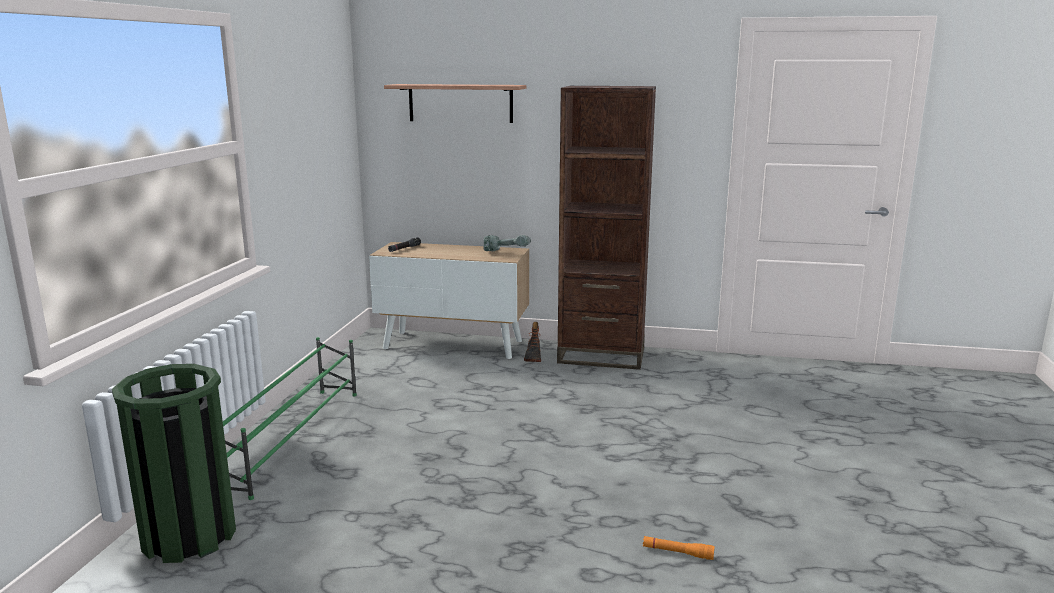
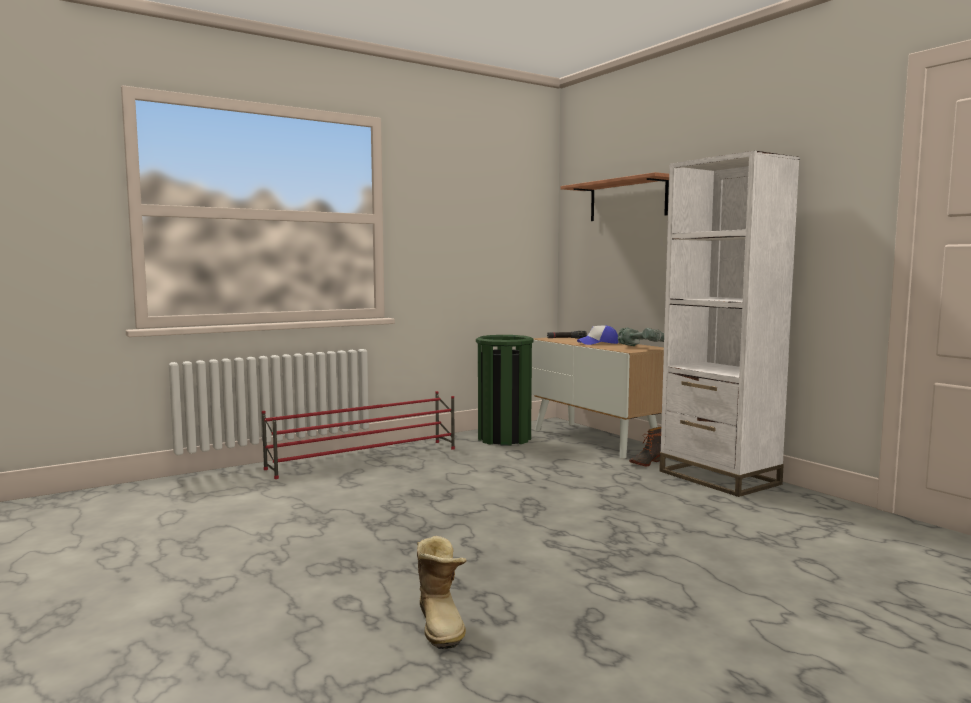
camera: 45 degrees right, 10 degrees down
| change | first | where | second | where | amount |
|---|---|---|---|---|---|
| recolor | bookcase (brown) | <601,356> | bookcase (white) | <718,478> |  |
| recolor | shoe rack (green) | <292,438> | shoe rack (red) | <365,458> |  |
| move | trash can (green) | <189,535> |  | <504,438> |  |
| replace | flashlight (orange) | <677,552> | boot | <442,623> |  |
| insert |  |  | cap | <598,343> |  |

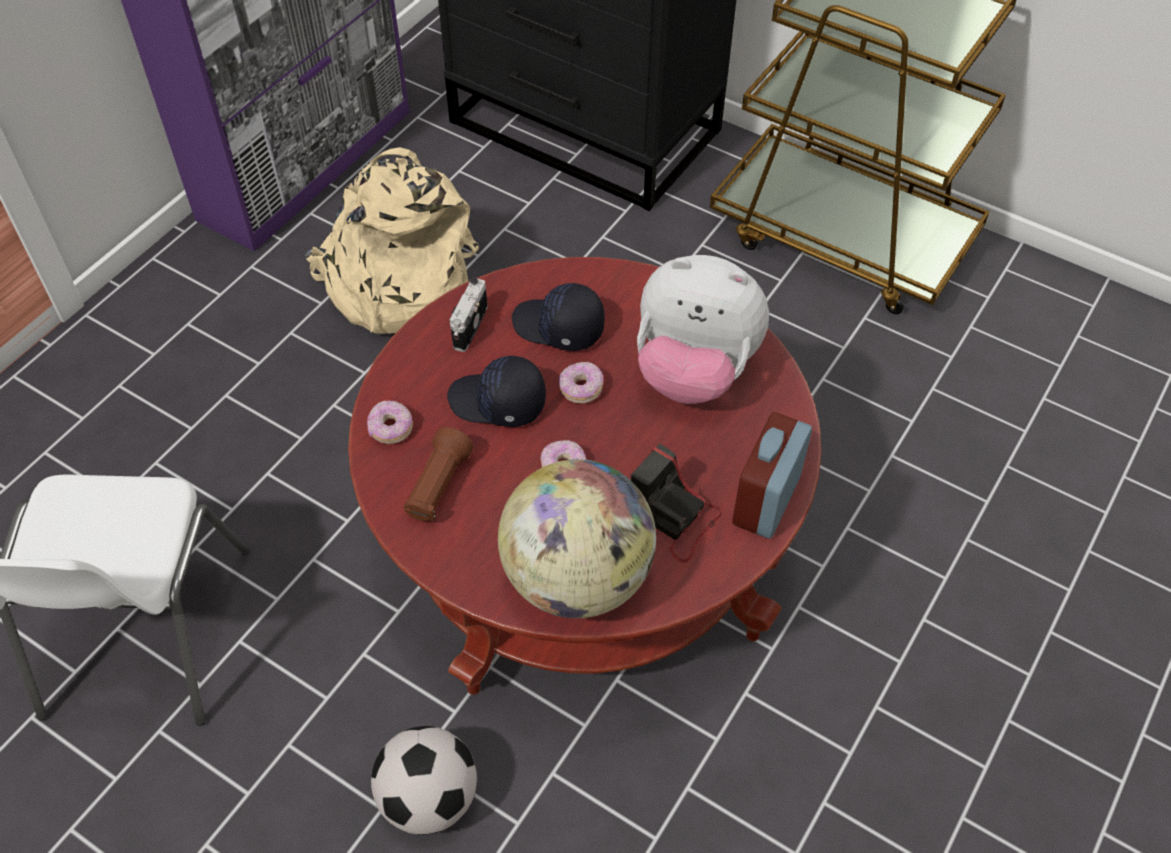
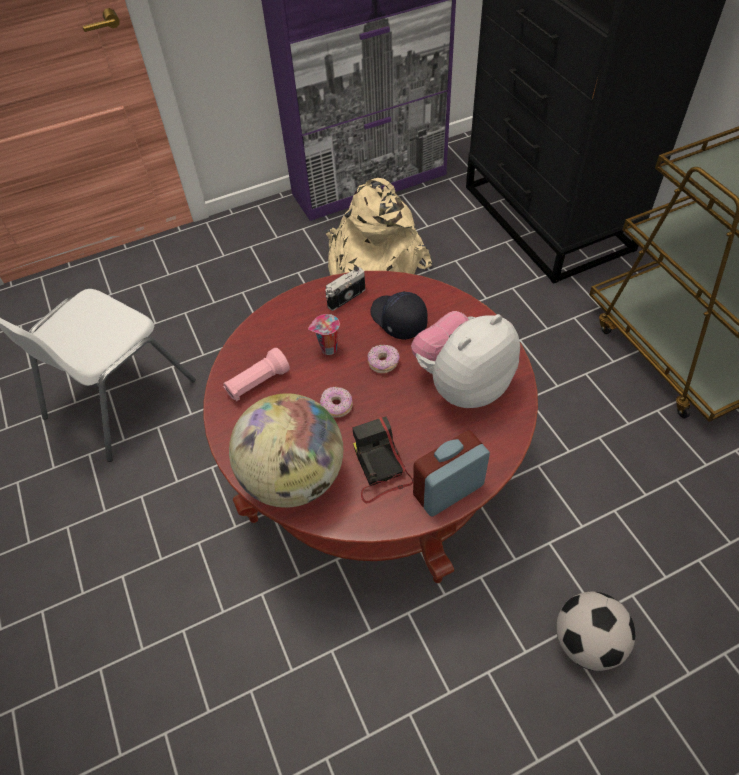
camera: 35 degrees right, 0 degrees up
| change | first | where | second | where | amount |
|---|---|---|---|---|---|
| rotate | plush toy | <694,372> |  | <462,384> | 90 degrees clockwise |
| replace | cap (black) | <497,403> | cup | <328,349> |  |
| delete | donut | <390,429> |  |  |  |
| recolor | flashlight (brown) | <438,487> | flashlight (pink) | <257,383> |  |
| move | football | <429,798> |  | <587,641> |  |

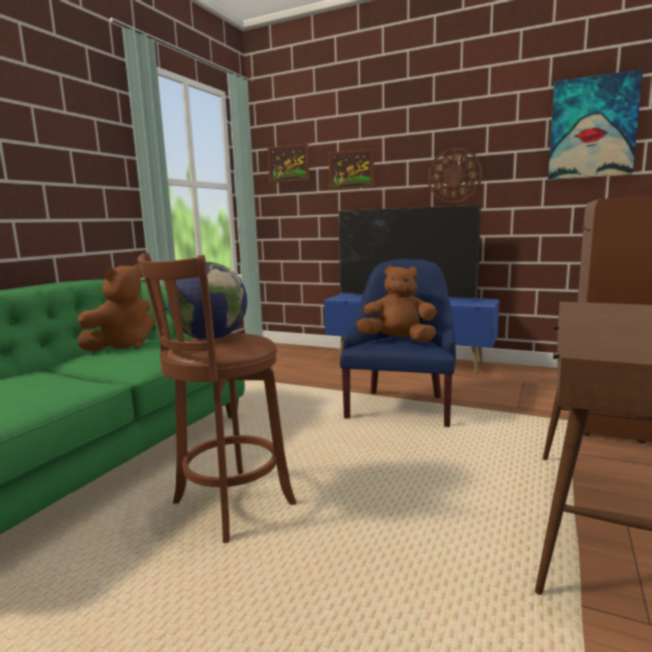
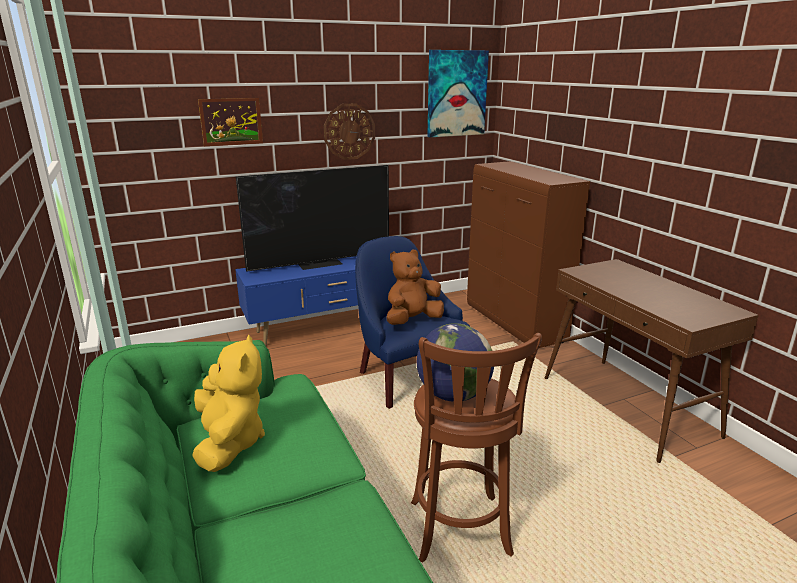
camera: 50 degrees left, 10 degrees up
| change | first | where | second | where | amount |
|---|---|---|---|---|---|
| delete | picture | <288,163> |  |  |  |
| recolor | plush toy (brown) | <123,346> | plush toy (yellow) | <229,442> |  |

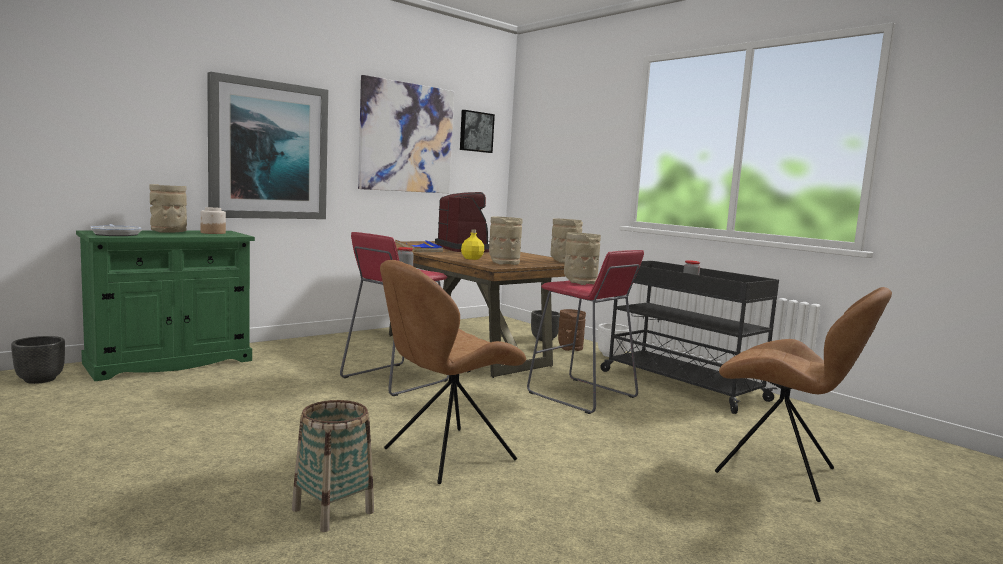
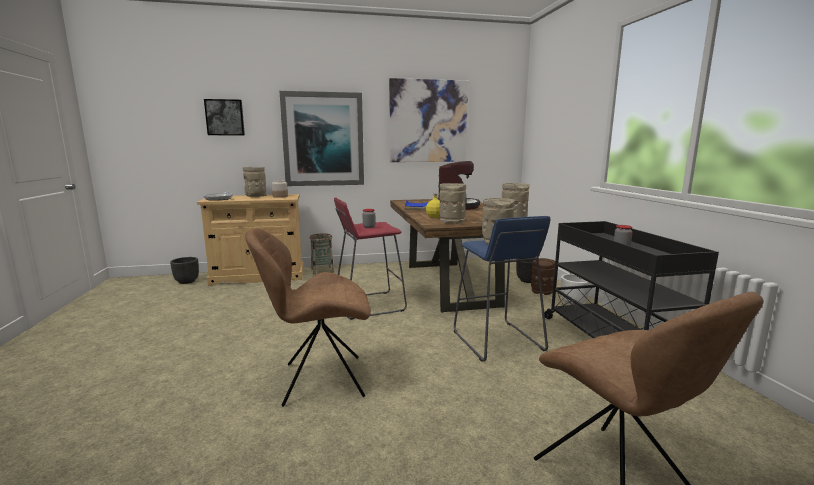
camera: 30 degrees right, 5 degrees up
| change | first | where | second | where | amount |
|---|---|---|---|---|---|
| move | picture | <475,131> |  | <225,117> |  |
| recolor | cabinet (green) | <170,362> | cabinet (beige) | <258,276> |  |
| recolor | stool (red) | <582,395> | stool (blue) | <496,341> |  |
| move | basket | <332,511> |  | <322,270> |  |

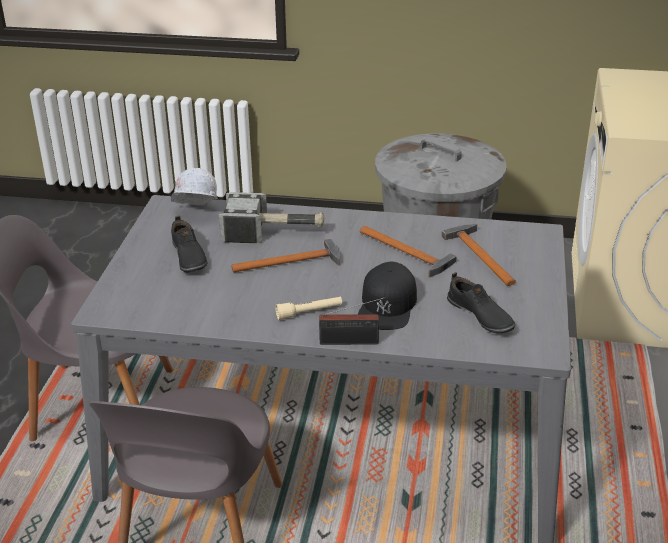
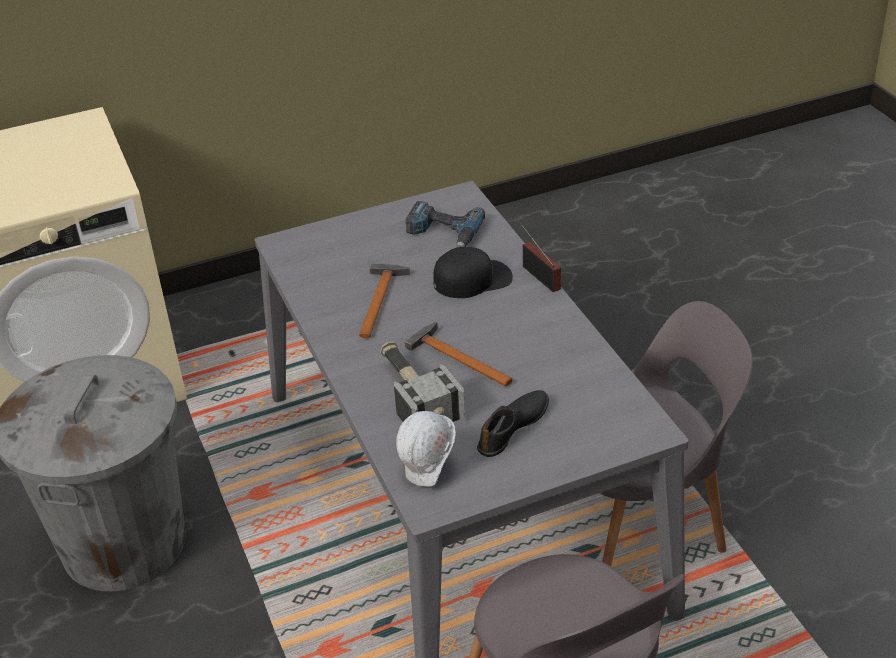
camera: 120 degrees left, 5 degrees up
| change | first | where | second | where | amount |
|---|---|---|---|---|---|
| delete | hammer | <480,255> |  |  |  |
| replace | shoe (black) | <480,316> | power drill | <443,233> |  |
| delete | flashlight (beige) | <309,312> |  |  |  |

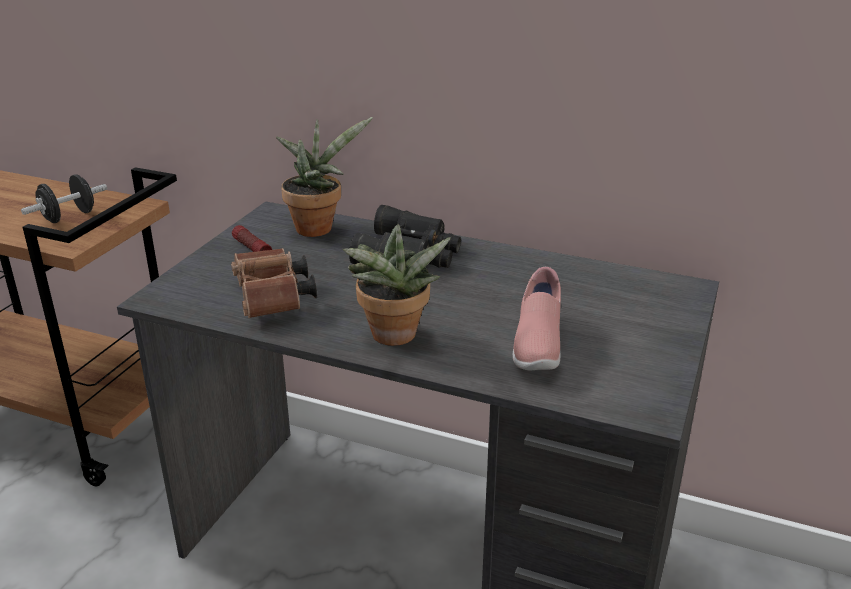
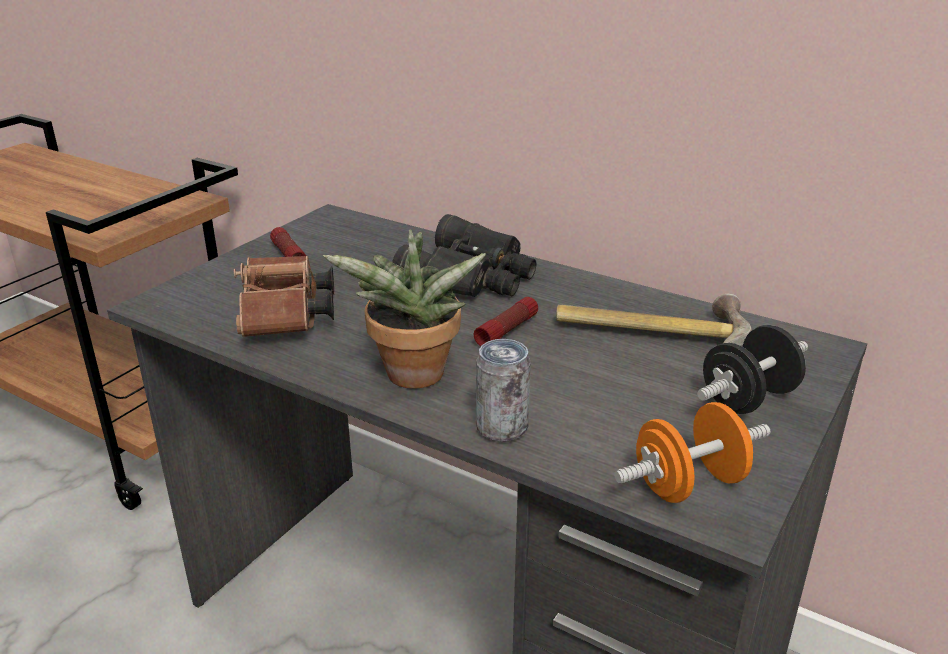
camera: 10 degrees right, 0 degrees up
| change | first | where | second | where | amount |
|---|---|---|---|---|---|
| delete | potted plant | <318,227> |  |  |  |
| move | dumbbell (black) | <69,217> |  | <748,399> |  |
| delete | shoe (pink) | <536,345> |  |  |  |
| insert |  |  | hammer | <651,330> |  |
| insert |  |  | flashlight | <507,330> |  |
| insert |  |  | can | <502,428> |  |
| insert |  |  | dumbbell (orange) | <688,484> |  |

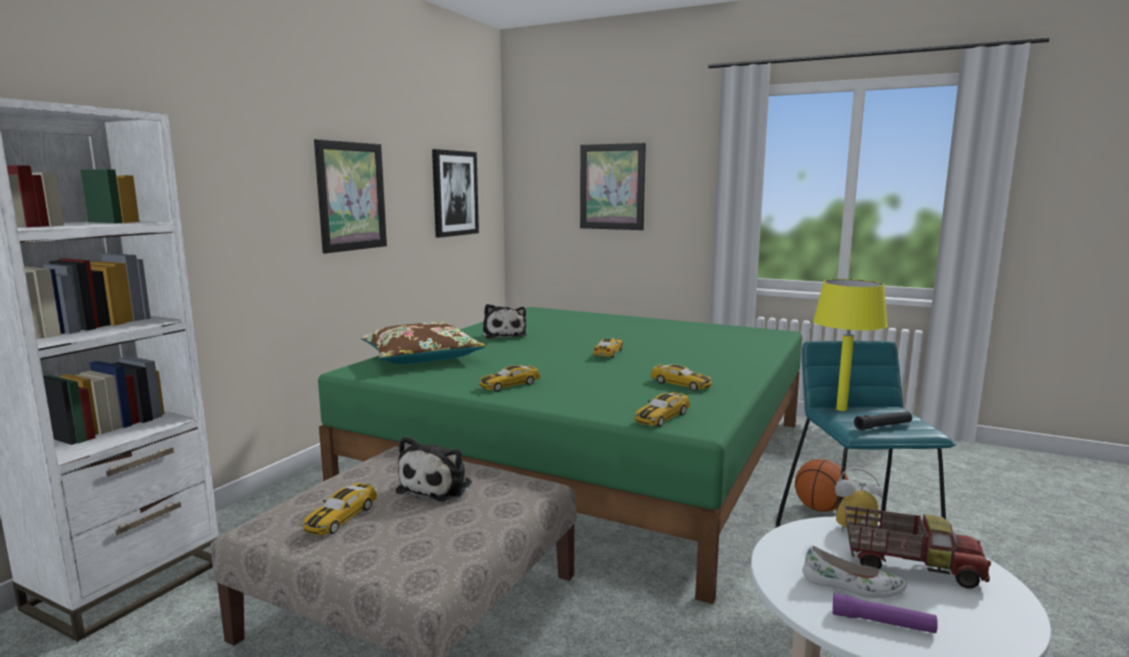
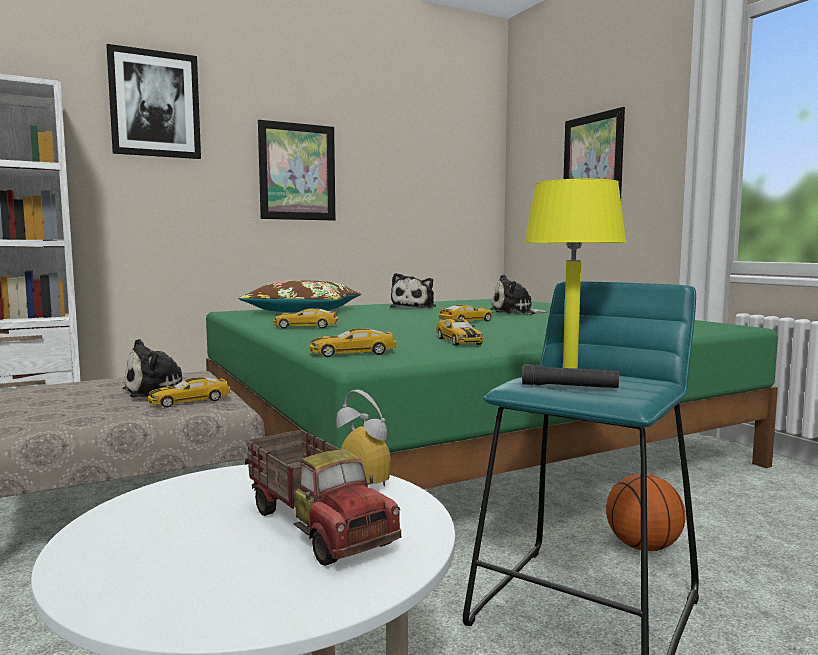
camera: 35 degrees right, 5 degrees down
| change | first | where | second | where | amount |
|---|---|---|---|---|---|
| move | picture | <454,193> |  | <155,104> |  |
| move | toy car | <340,517> |  | <189,401> |  |
| delete | shoe (white) | <852,586> |  |  |  |
| delete | flashlight (purple) | <882,622> |  |  |  |
| insert |  |  | plush toy | <515,312> |  |

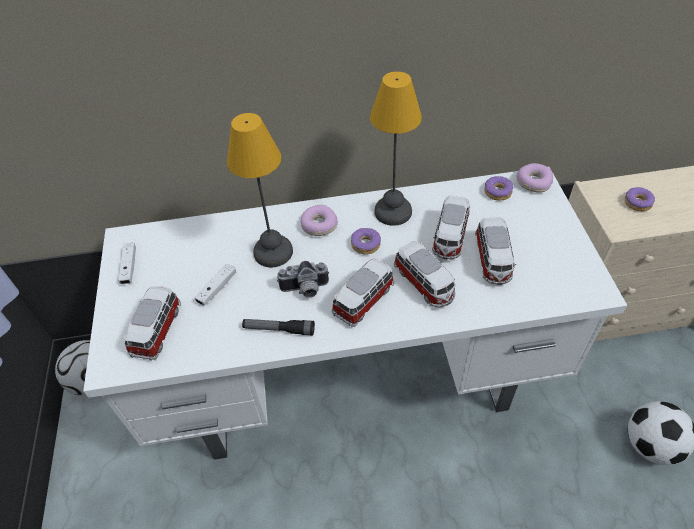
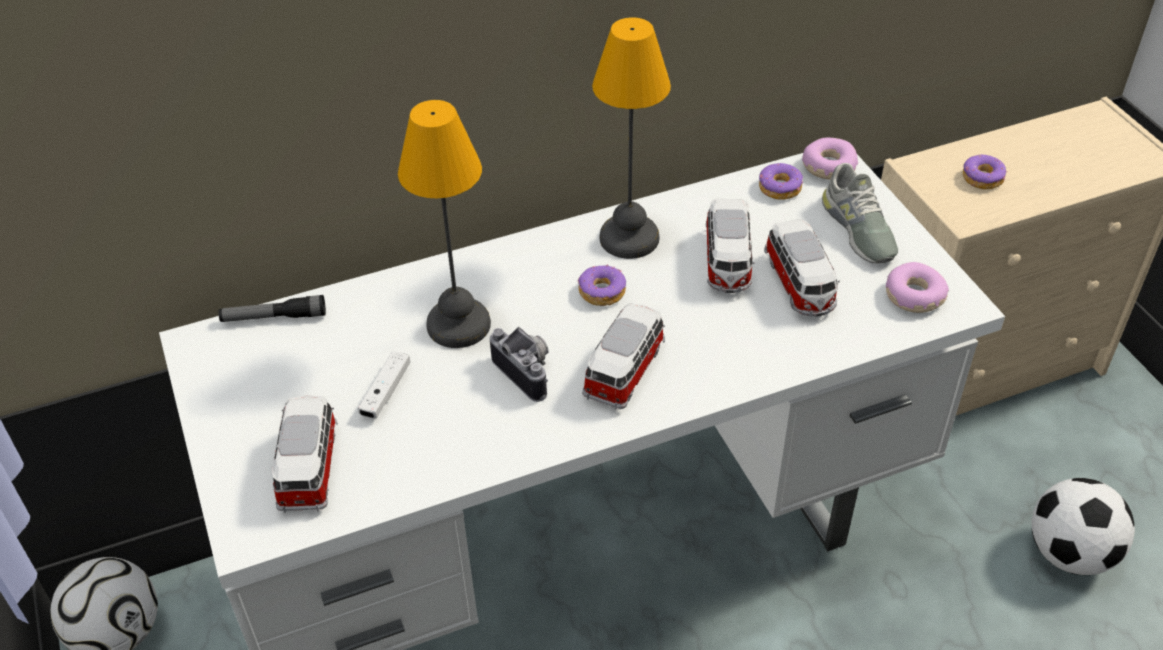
camera: 15 degrees left, 5 degrees down
| change | first | where | second | where | amount |
|---|---|---|---|---|---|
| move | donut | <318,225> |  | <914,296> |  |
| delete | toy car | <424,283> |  |  |  |
| delete | game controller (white) | <129,267> |  |  |  |
| rotate | photo camera | <305,290> |  | <528,371> | 105 degrees counterclockwise |
| move | flashlight | <279,329> |  | <274,317> |  |
| insert |  |  | shoe (grey) | <858,229> |  |

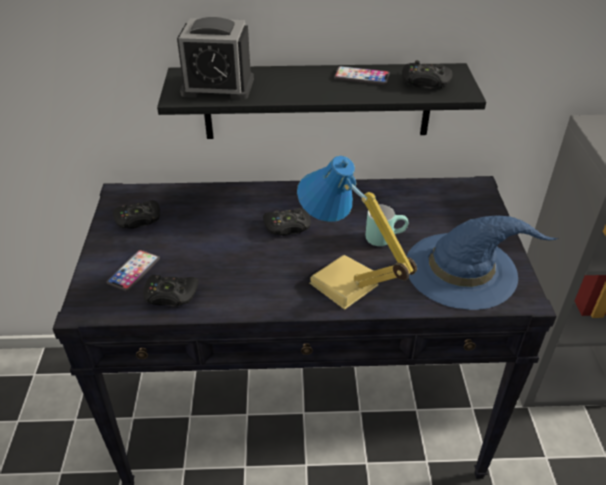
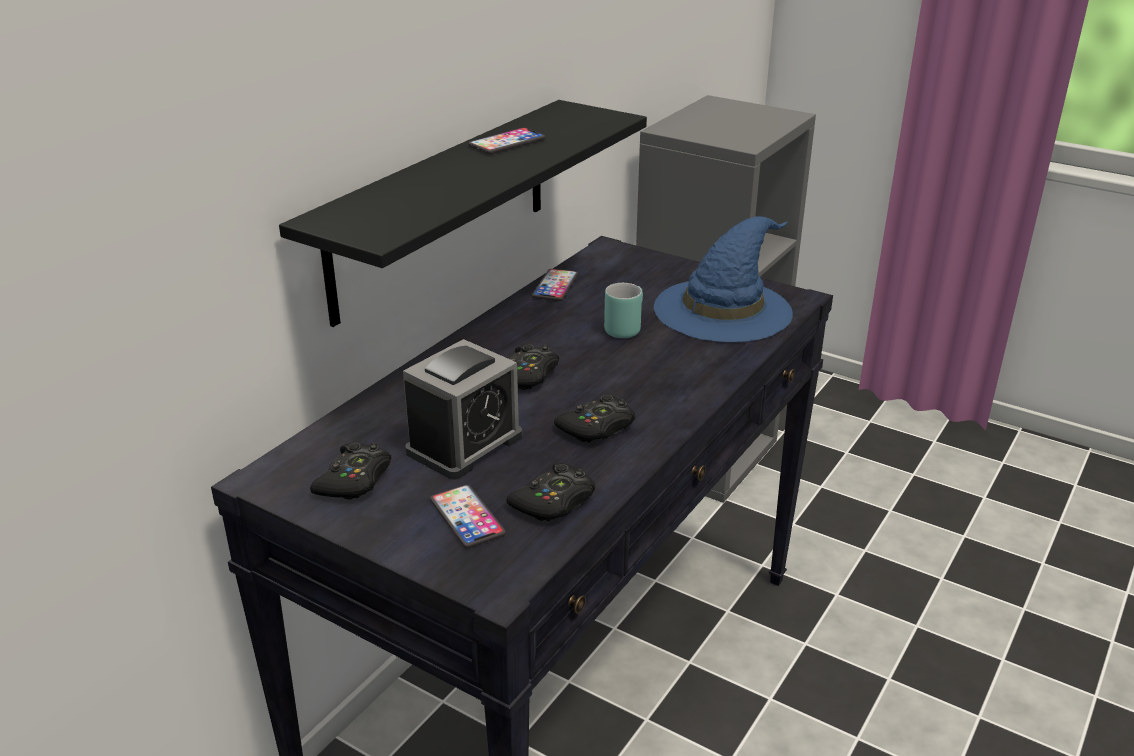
camera: 55 degrees left, 10 degrees down
| change | first | where | second | where | amount |
|---|---|---|---|---|---|
| move | alarm clock | <218,87> |  | <464,444> |  |
| move | game controller (black) | <425,82> |  | <597,427> |  |
| delete | table lamp | <343,286> |  |  |  |
| insert |  |  | phone | <555,286> |  |

